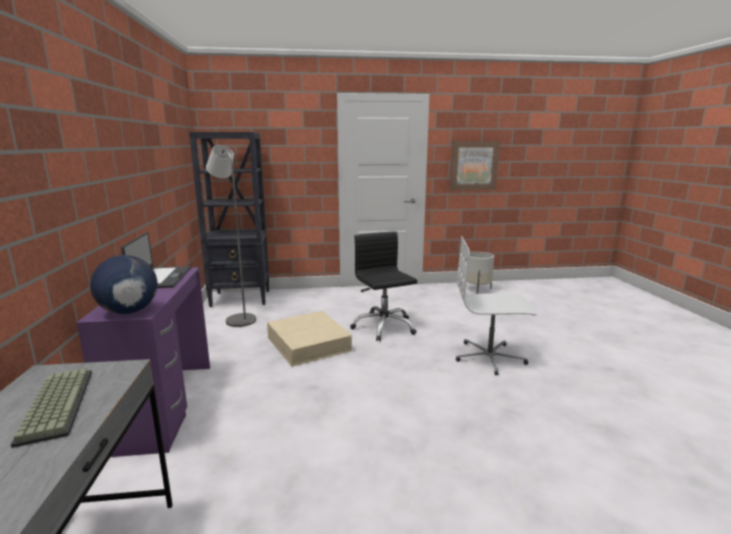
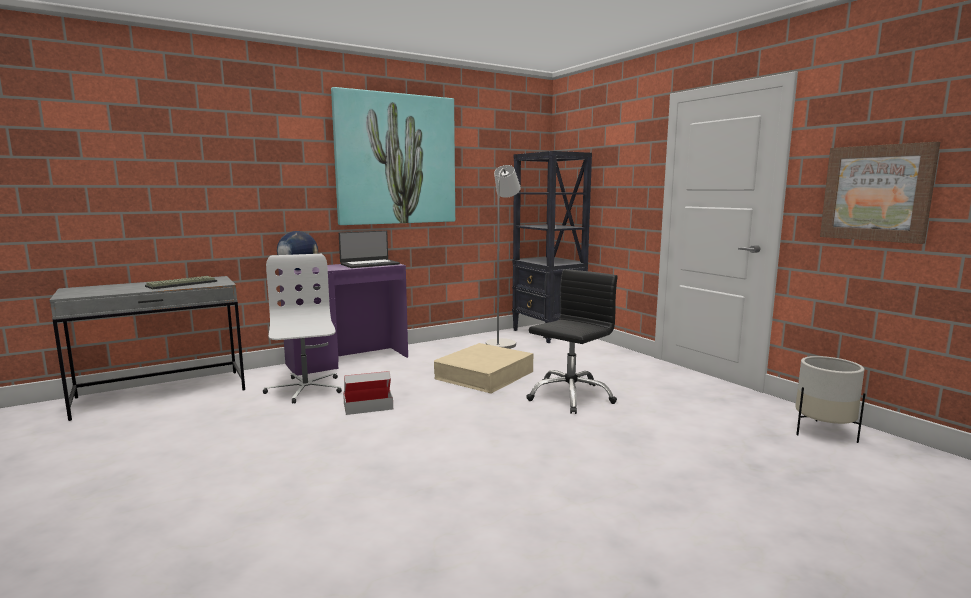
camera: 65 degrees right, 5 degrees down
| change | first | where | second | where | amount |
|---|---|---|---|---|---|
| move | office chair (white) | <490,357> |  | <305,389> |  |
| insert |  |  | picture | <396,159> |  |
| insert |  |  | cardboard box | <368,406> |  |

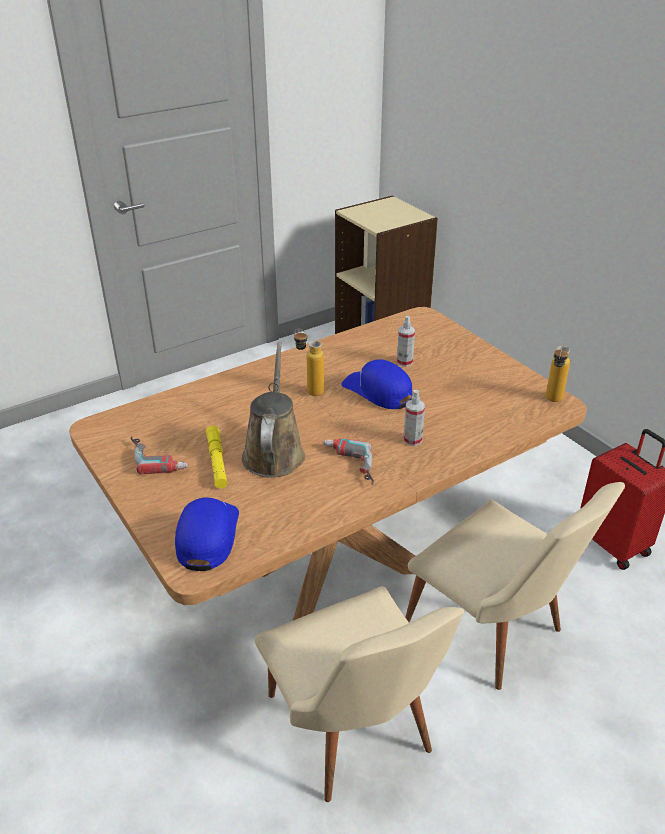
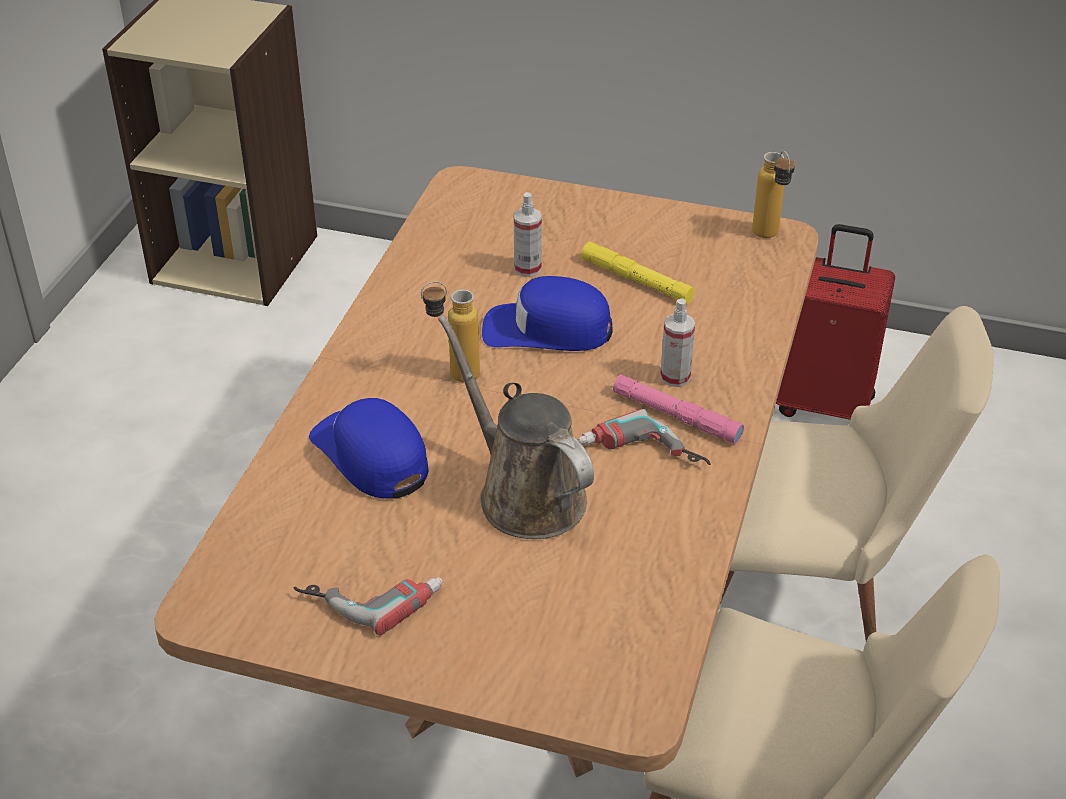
camera: 40 degrees left, 5 degrees up
| change | first | where | second | where | amount |
|---|---|---|---|---|---|
| move | flashlight (yellow) | <217,461> |  | <636,280> |  |
| move | cap (blue) | <207,536> |  | <371,455> |  |
| insert |  |  | flashlight (pink) | <676,416> |  |

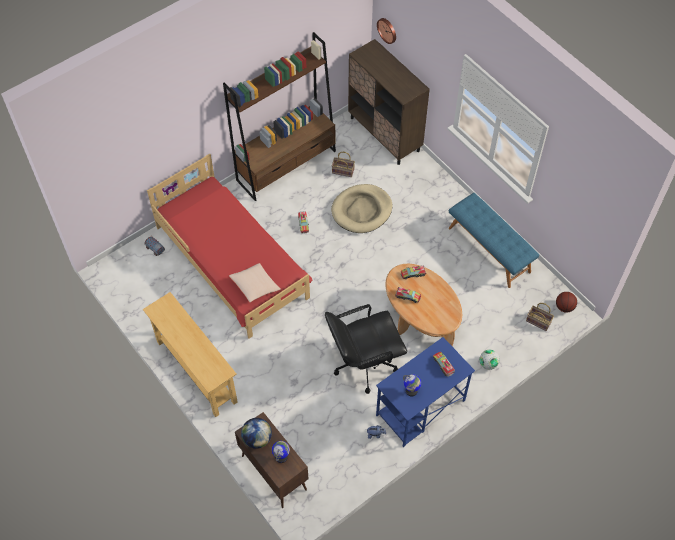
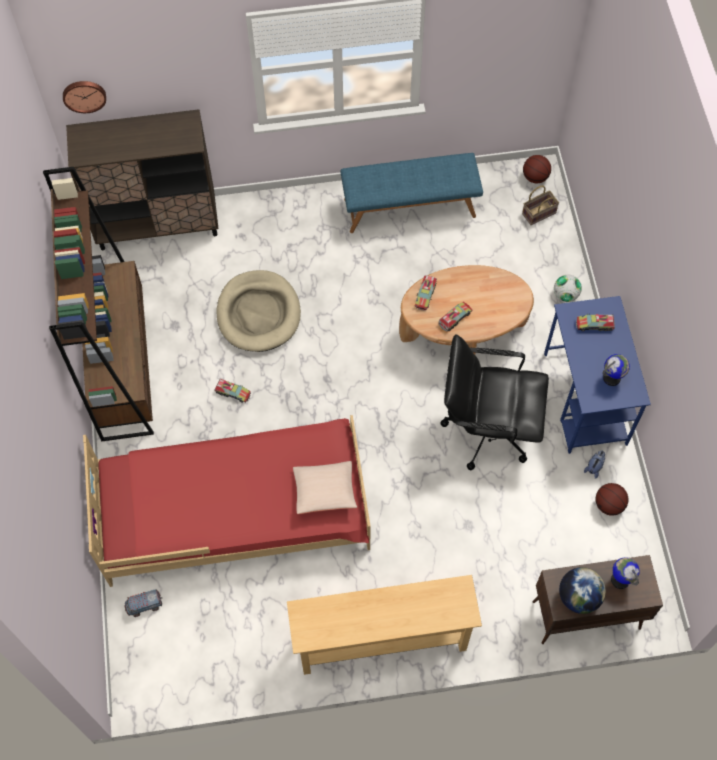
camera: 60 degrees left, 5 degrees up
| change | first | where | second | where | amount |
|---|---|---|---|---|---|
| delete | basket | <343,171> |  |  |  |
| rotate | office chair (black) | <364,363> |  | <487,429> | 90 degrees clockwise |
| insert |  |  | basketball | <609,505> |  |

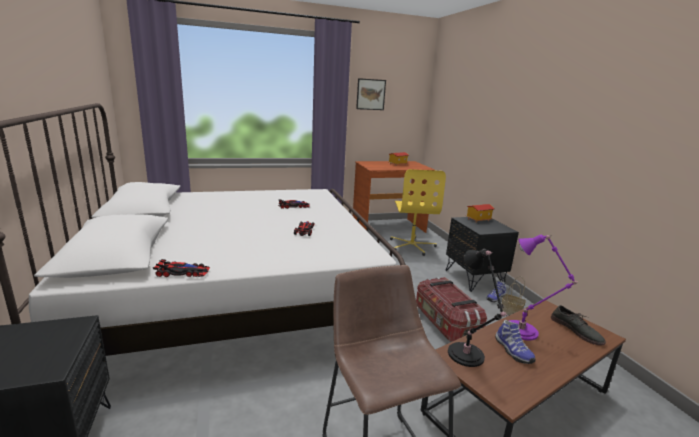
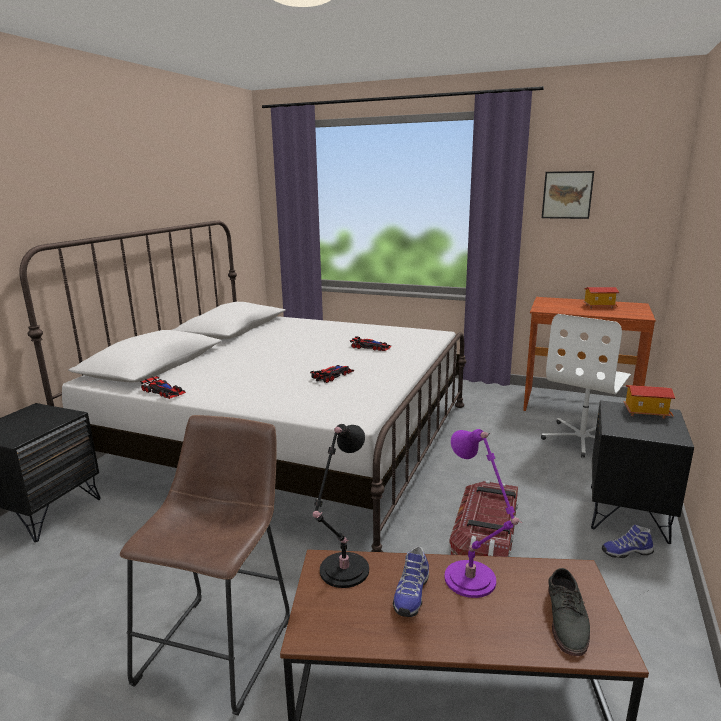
camera: 40 degrees right, 0 degrees up
| change | first | where | second | where | amount |
|---|---|---|---|---|---|
| recolor | office chair (yellow) | <412,246> | office chair (white) | <582,439> |  |
| delete | basket | <512,312> |  |  |  |

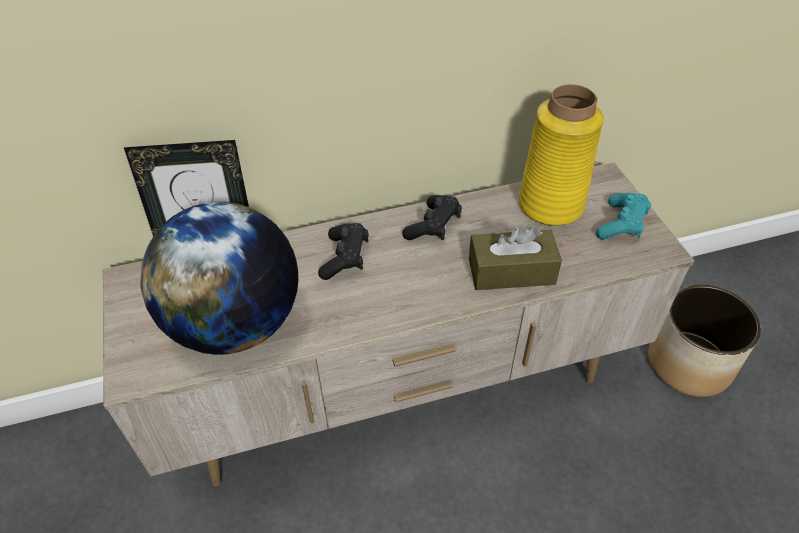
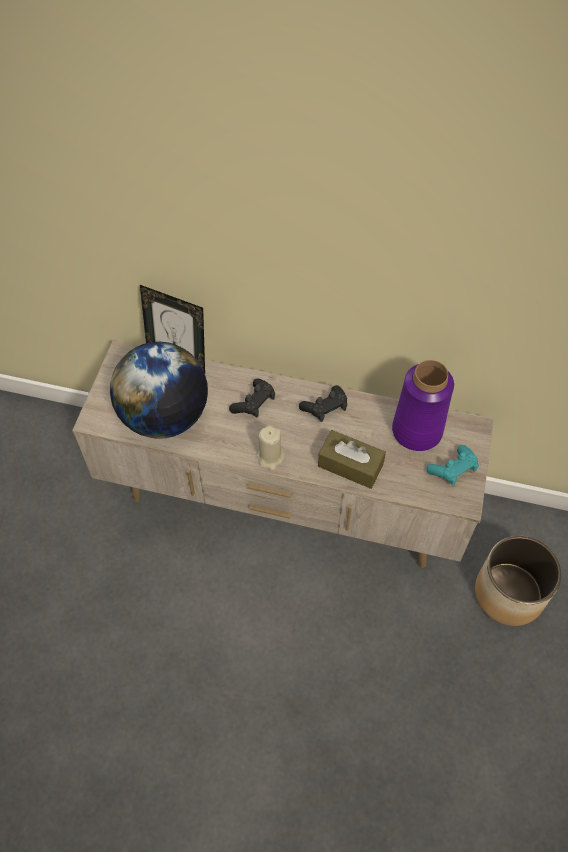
camera: 30 degrees right, 10 degrees up
| change | first | where | second | where | amount |
|---|---|---|---|---|---|
| recolor | vase (yellow) | <550,205> | vase (purple) | <416,430> |  |
| insert |  |  | candle (beige) | <270,457> |  |

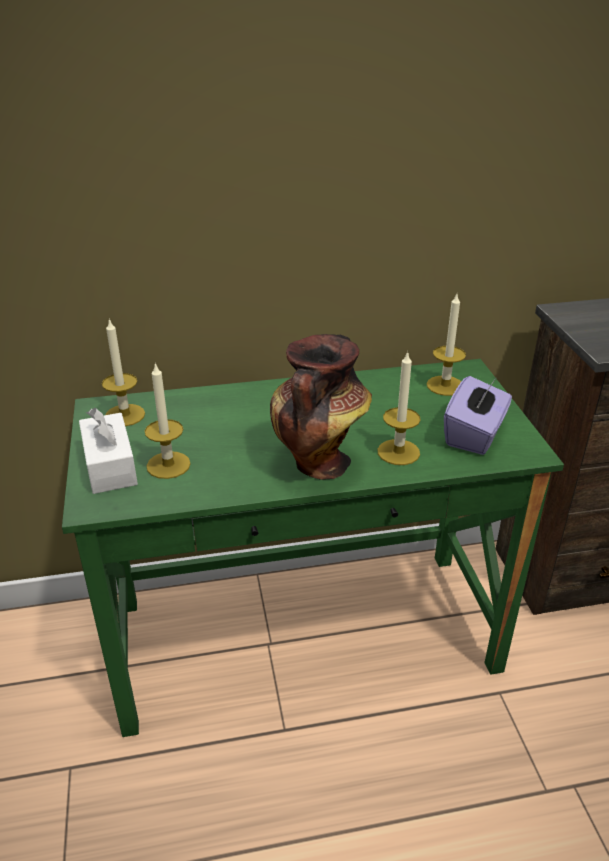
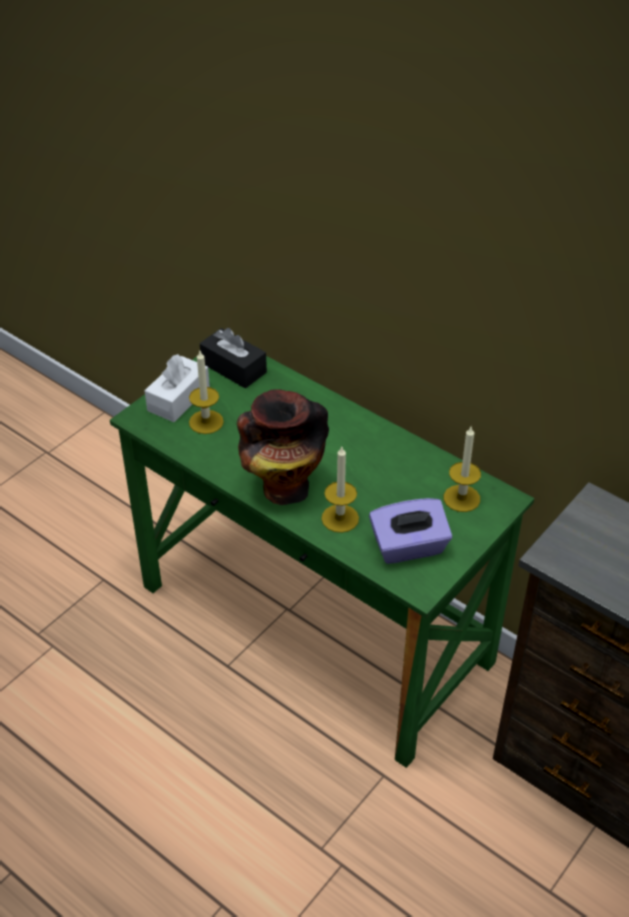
camera: 50 degrees right, 10 degrees up
| change | first | where | second | where | amount |
|---|---|---|---|---|---|
| replace | candle | <125,415> | tissue box (black) | <233,368> |  |

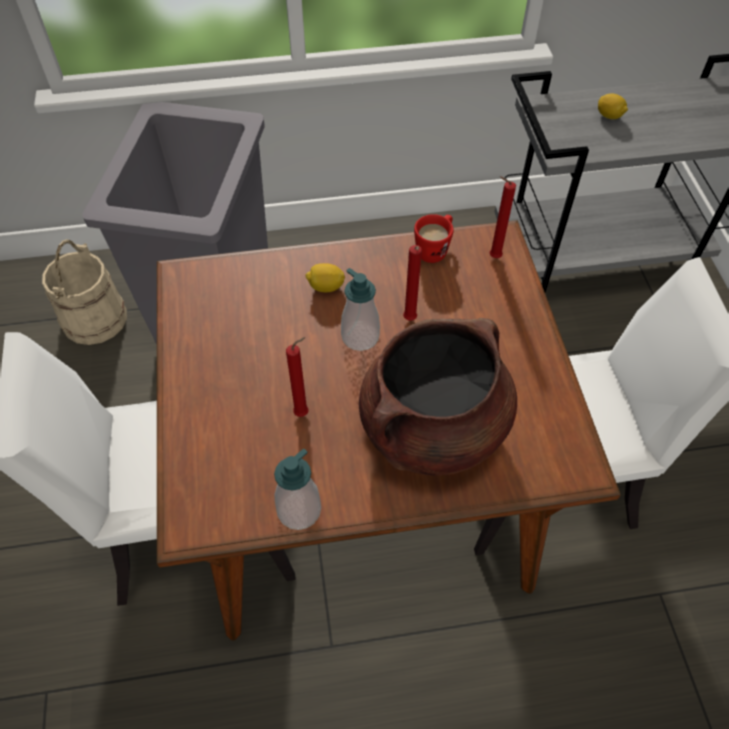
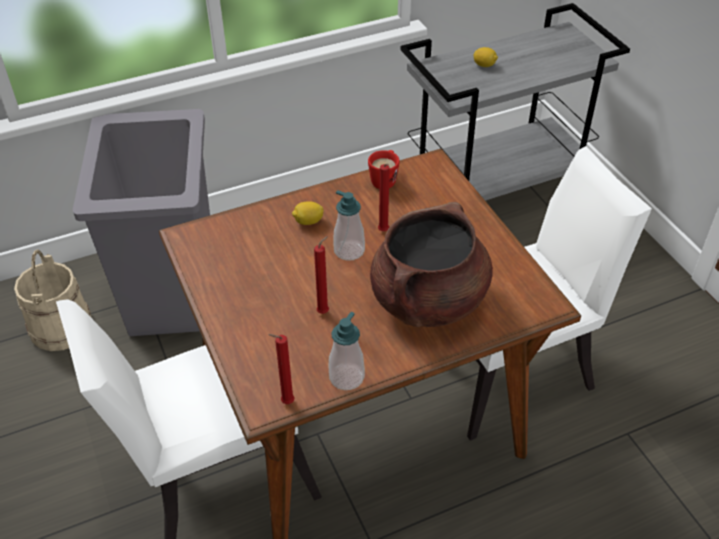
camera: 15 degrees left, 10 degrees down
| change | first | where | second | where | amount |
|---|---|---|---|---|---|
| move | candle (red) | <492,257> |  | <285,402> |  |

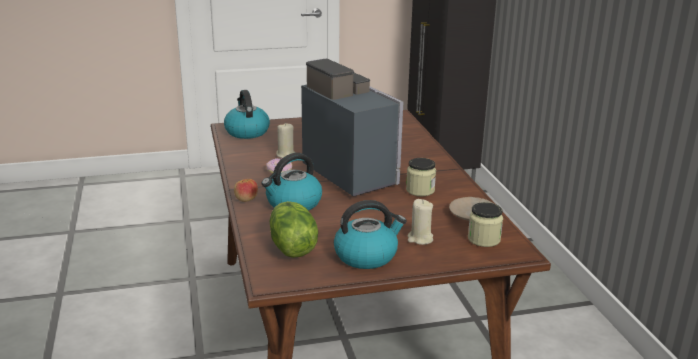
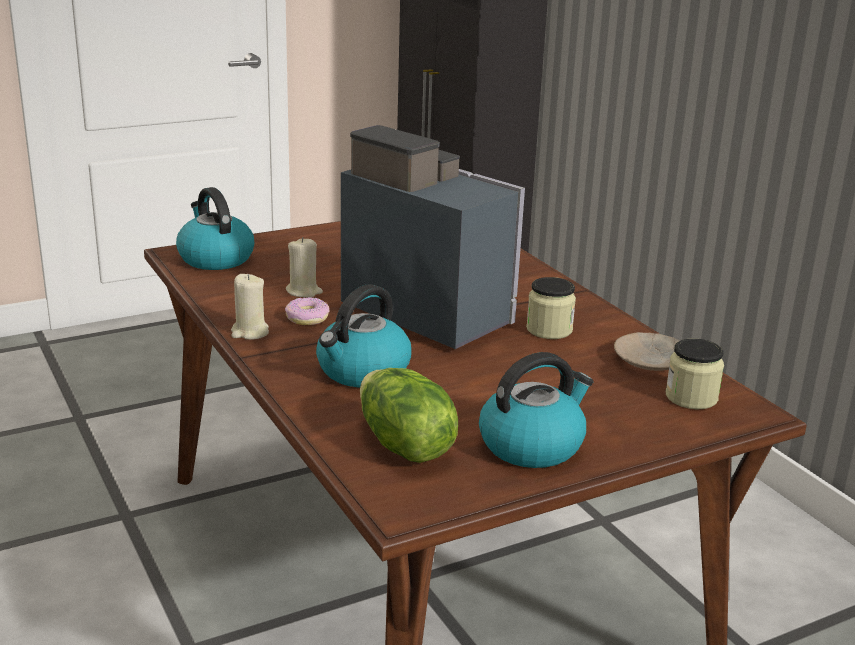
camera: 15 degrees left, 0 degrees up
| change | first | where | second | where | amount |
|---|---|---|---|---|---|
| delete | apple | <246,199> |  |  |  |
| move | candle (beige) | <420,239> |  | <250,332> |  |

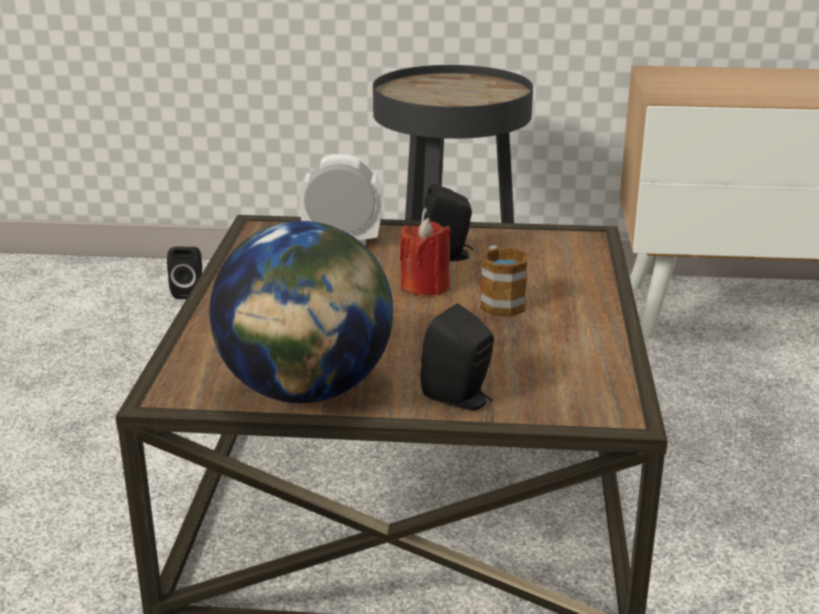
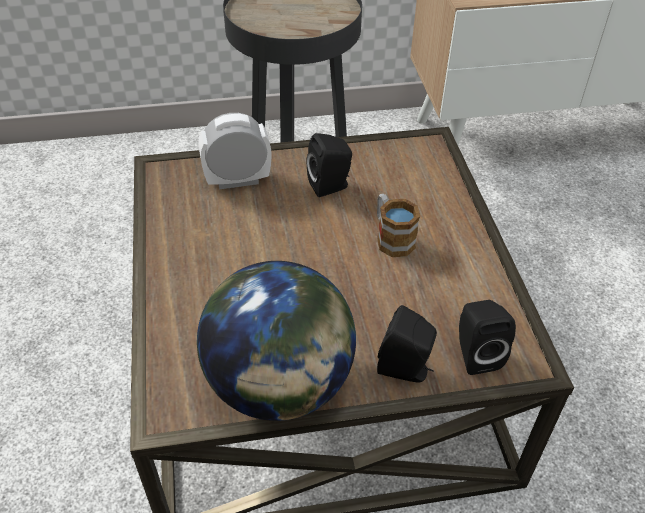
camera: 15 degrees left, 20 degrees up
| change | first | where | second | where | amount |
|---|---|---|---|---|---|
| delete | candle (red) | <425,286> |  |  |  |
| move | speaker (black) | <189,292> |  | <475,354> |  |

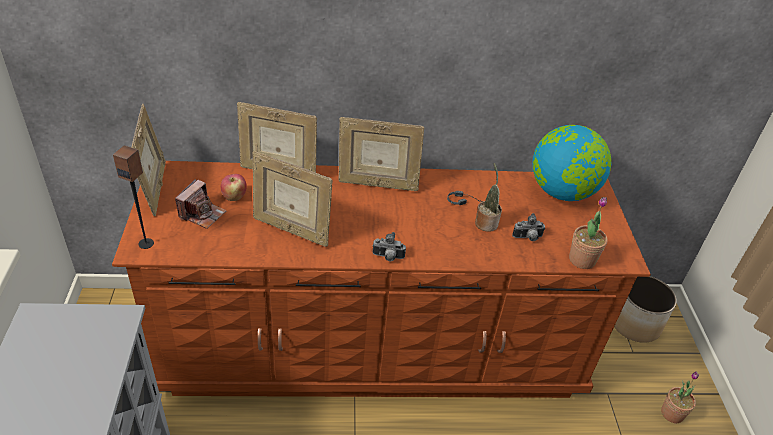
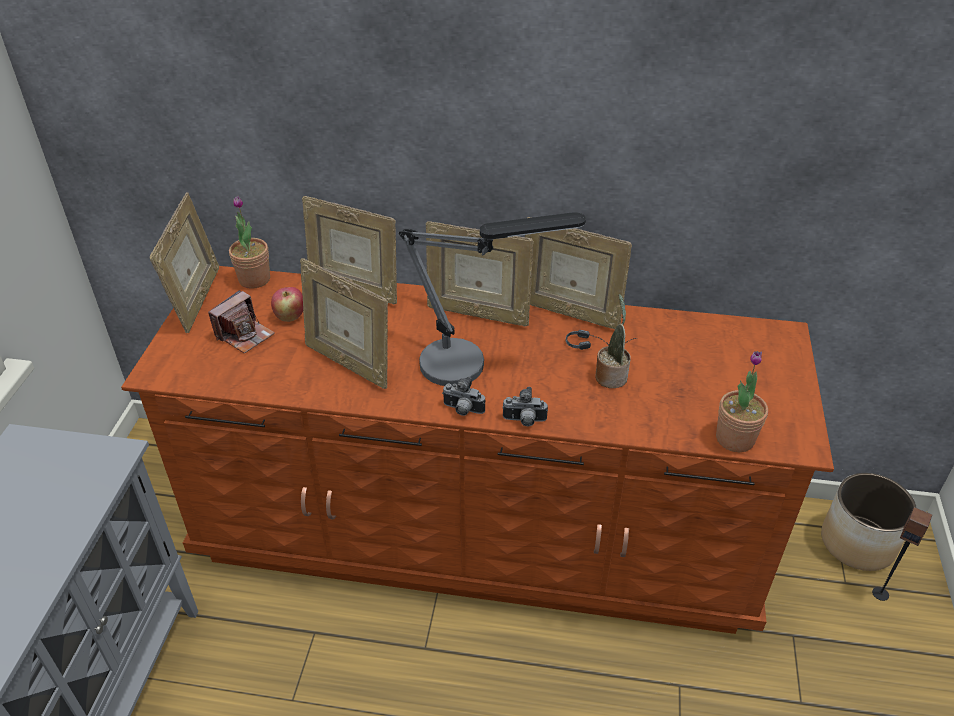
camera: 15 degrees right, 0 degrees up
| change | first | where | second | where | amount |
|---|---|---|---|---|---|
| delete | globe | <562,192> |  |  |  |
| move | speaker | <146,243> |  | <880,593> |  |
| move | photo camera | <528,238> |  | <524,421> |  |
| move | potted plant | <672,413> |  | <254,279> |  |
| insert |  |  | table lamp | <472,363> |  |
| insert |  |  | picture frame | <569,313> |  |

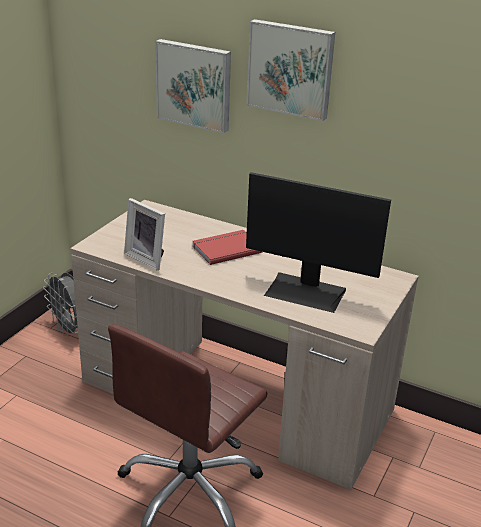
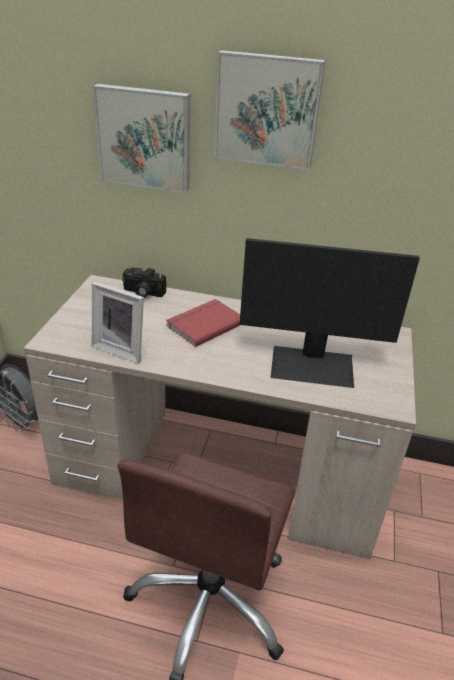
camera: 15 degrees left, 5 degrees up
| change | first | where | second | where | amount |
|---|---|---|---|---|---|
| insert |  |  | photo camera | <142,293> |  |

